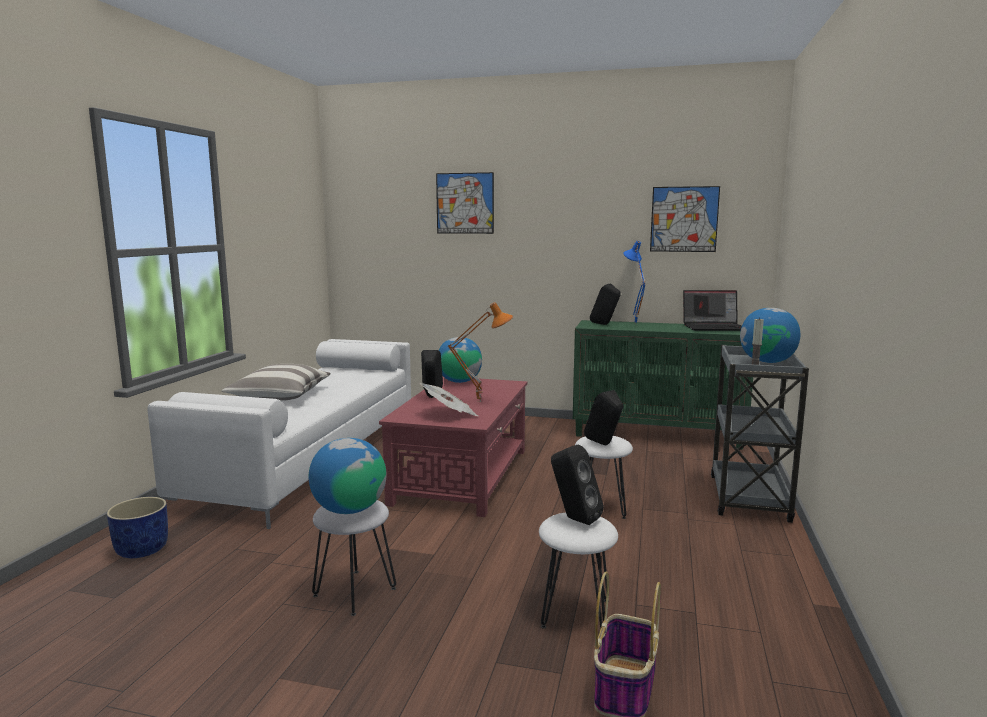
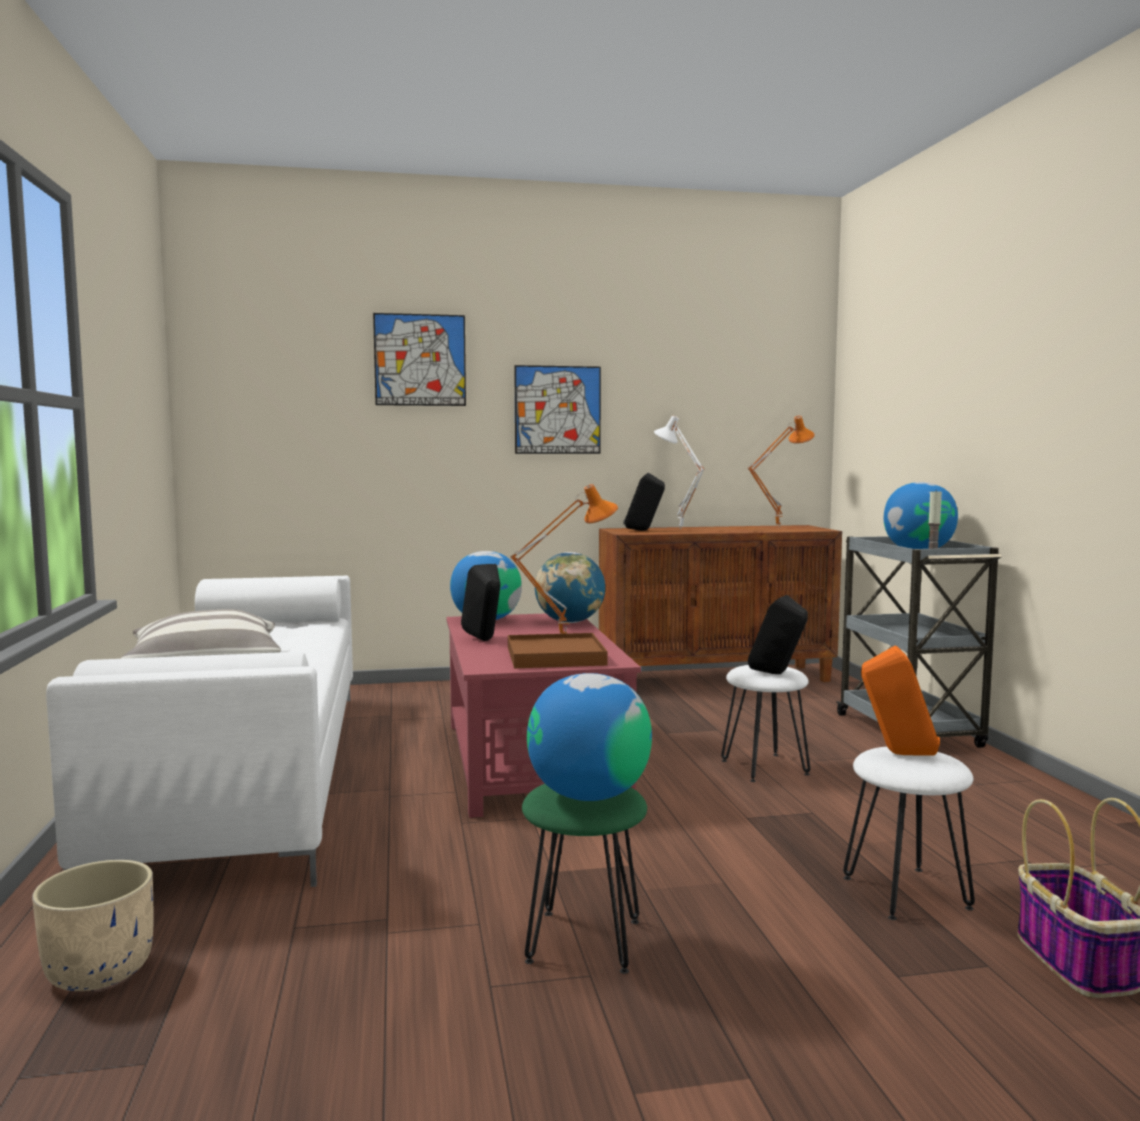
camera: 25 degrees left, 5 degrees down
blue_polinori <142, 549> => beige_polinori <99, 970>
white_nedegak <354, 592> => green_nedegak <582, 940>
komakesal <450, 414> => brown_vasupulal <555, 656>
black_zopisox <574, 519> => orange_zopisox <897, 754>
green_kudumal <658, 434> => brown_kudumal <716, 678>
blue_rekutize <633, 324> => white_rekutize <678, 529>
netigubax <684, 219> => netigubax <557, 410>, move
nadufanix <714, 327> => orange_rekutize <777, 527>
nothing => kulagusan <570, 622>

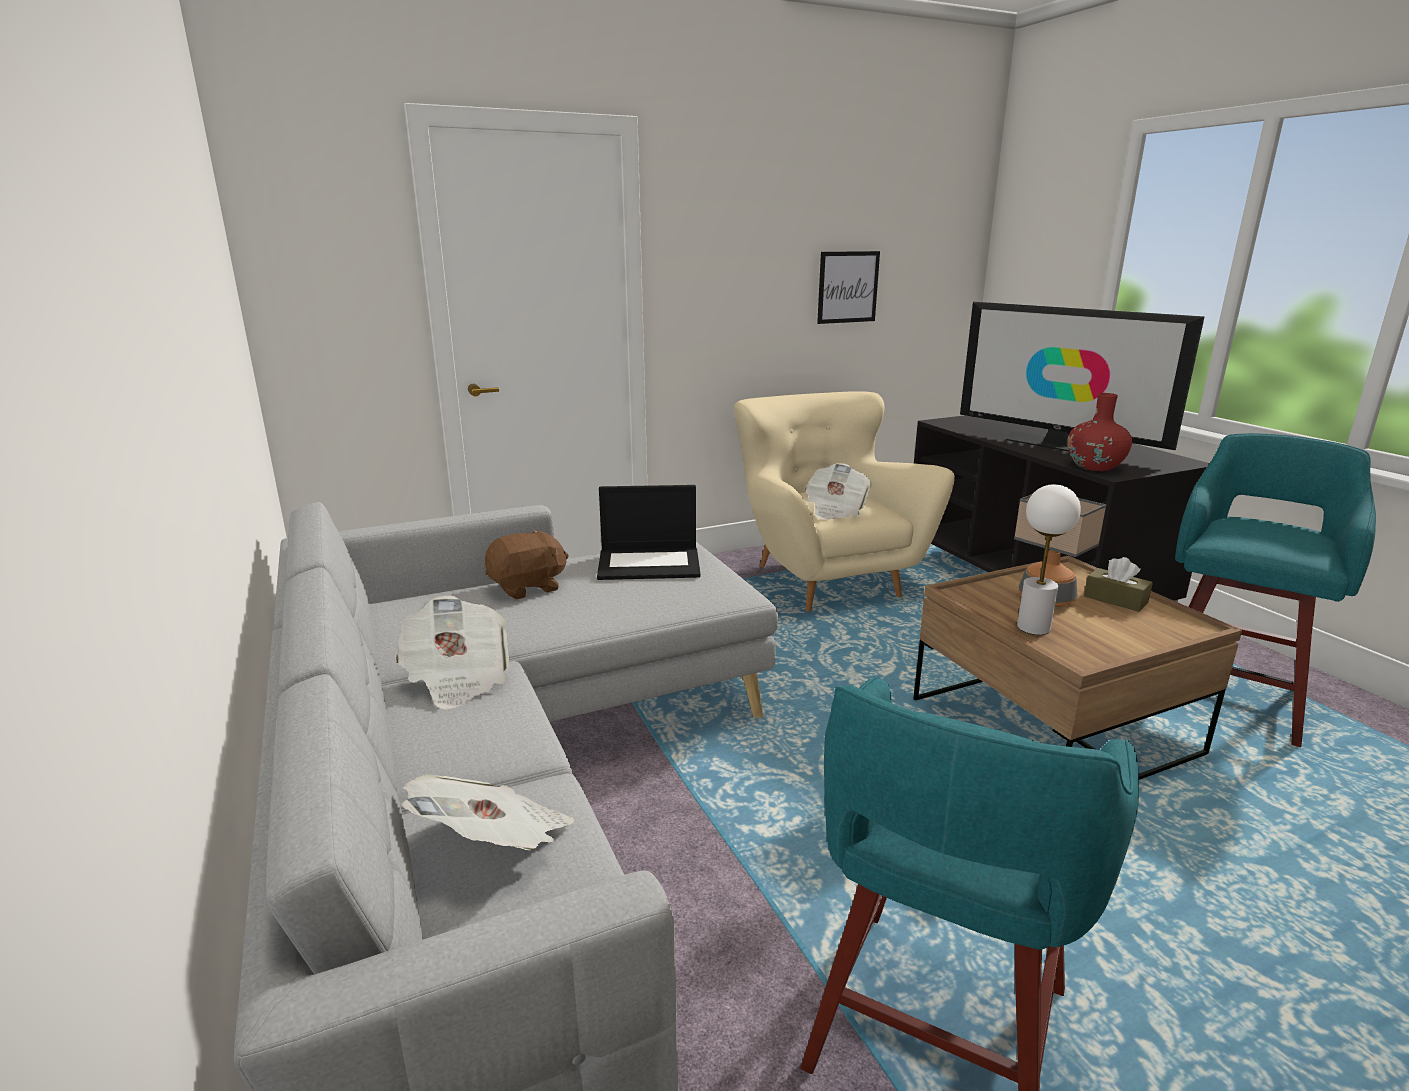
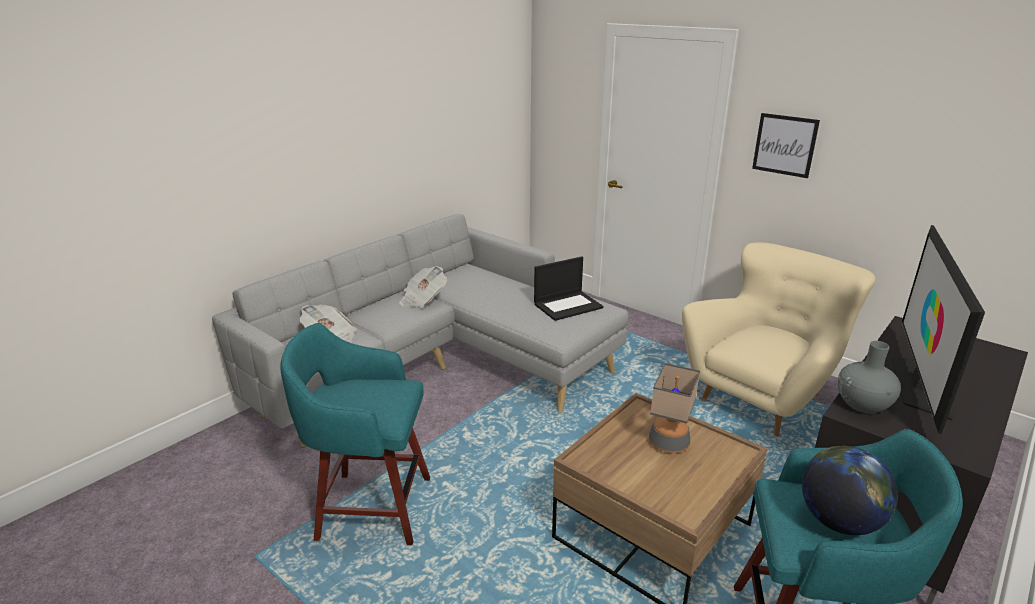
camera: 65 degrees right, 5 degrees up
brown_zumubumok <528, 587> => nothing
nadufanix <650, 564> => nadufanix <568, 305>, 90 degrees counterclockwise
komakesal <835, 509> => nothing
netigubax <848, 287> => netigubax <784, 145>, move
white_rekutize <1034, 627> => nothing
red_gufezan <1094, 466> => grey_gufezan <862, 404>
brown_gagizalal <1115, 599> => nothing
nothing => kulagusan <839, 522>

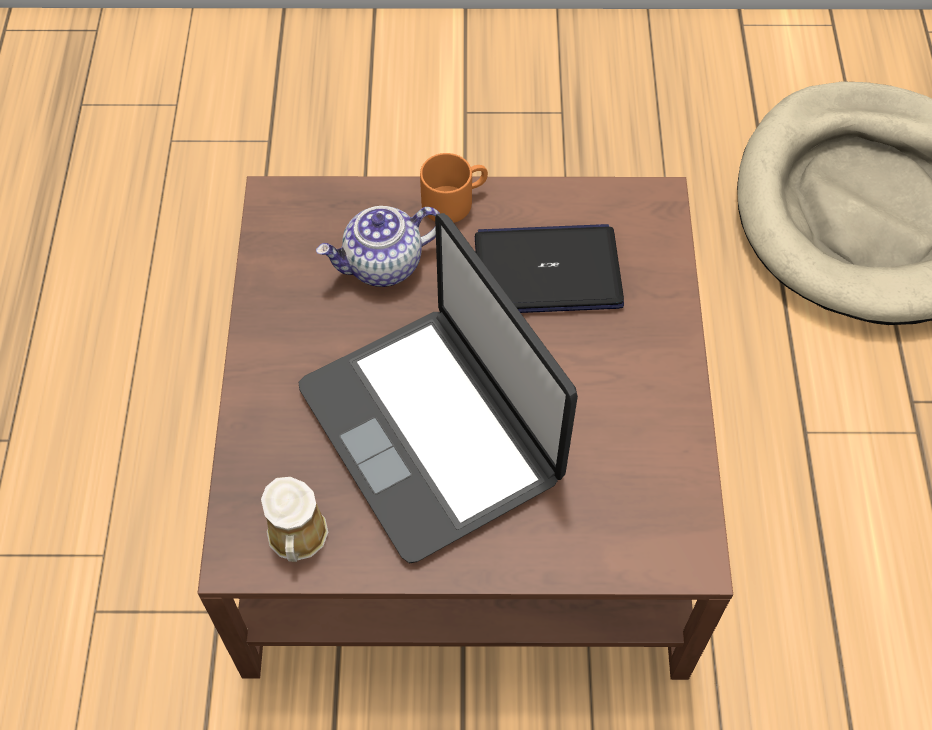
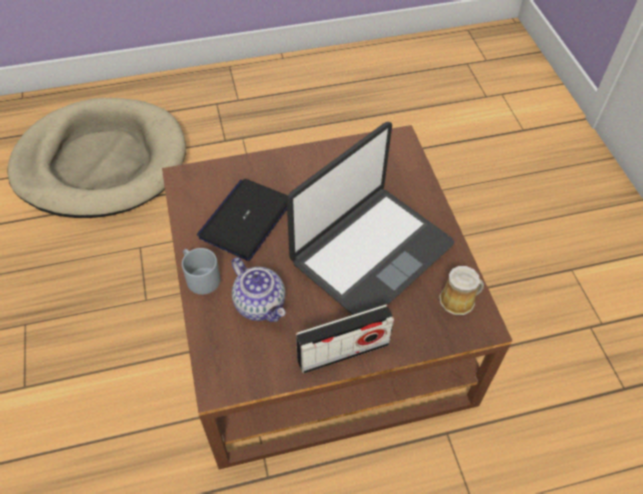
camera: 105 degrees left, 5 degrees down
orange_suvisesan <454, 200> => grey_suvisesan <199, 276>
nadufanix <548, 271> => nadufanix <246, 219>, 45 degrees clockwise
nothing => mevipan <343, 351>

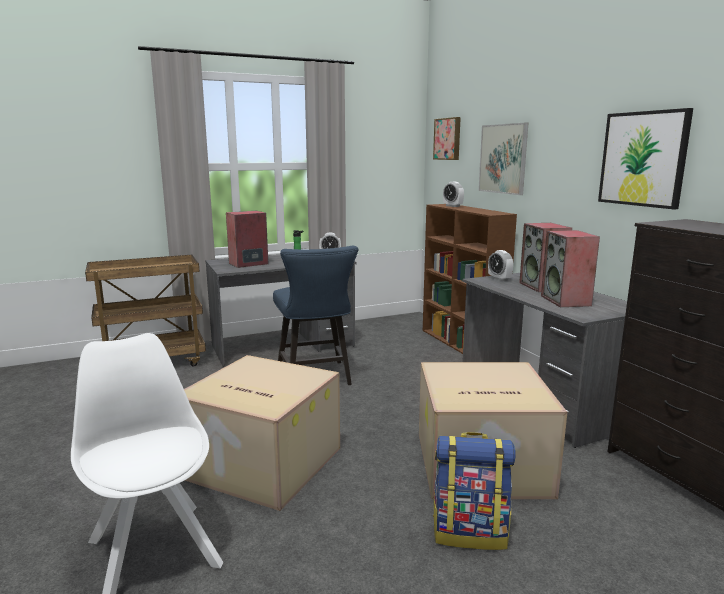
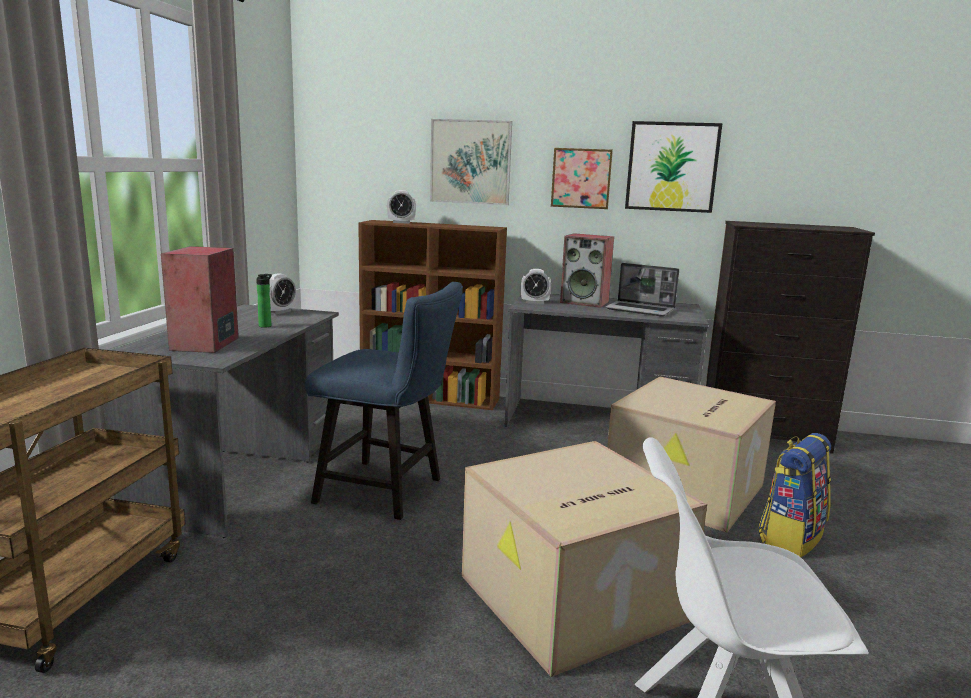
camera: 55 degrees left, 0 degrees up
netigubax <448, 139> => netigubax <581, 178>, move
zopisox <566, 301> => nadufanix <641, 310>

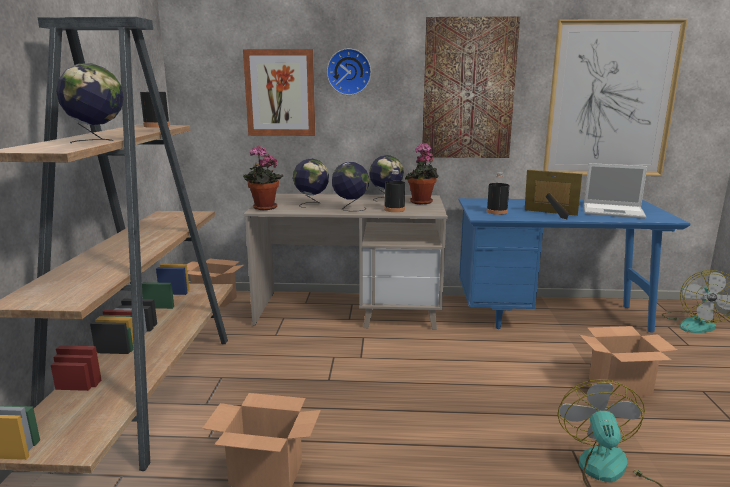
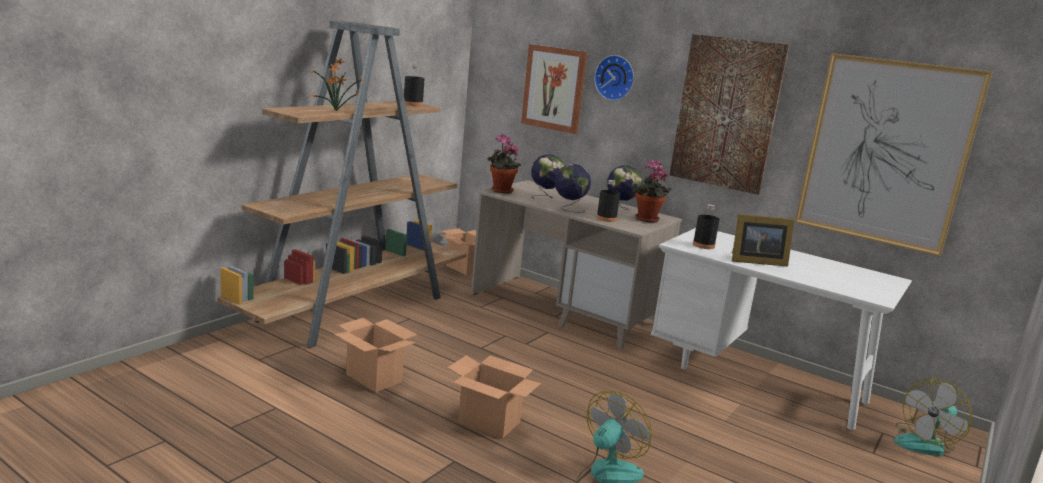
camera: 30 degrees right, 0 degrees up
kulagusan <98, 141> => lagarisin <337, 111>
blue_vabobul <551, 316> => white_vabobul <758, 380>
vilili <551, 214> => vilili <755, 261>, 120 degrees clockwise
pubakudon <620, 386> => pubakudon <490, 422>, move
nadufanix <614, 211> => nothing

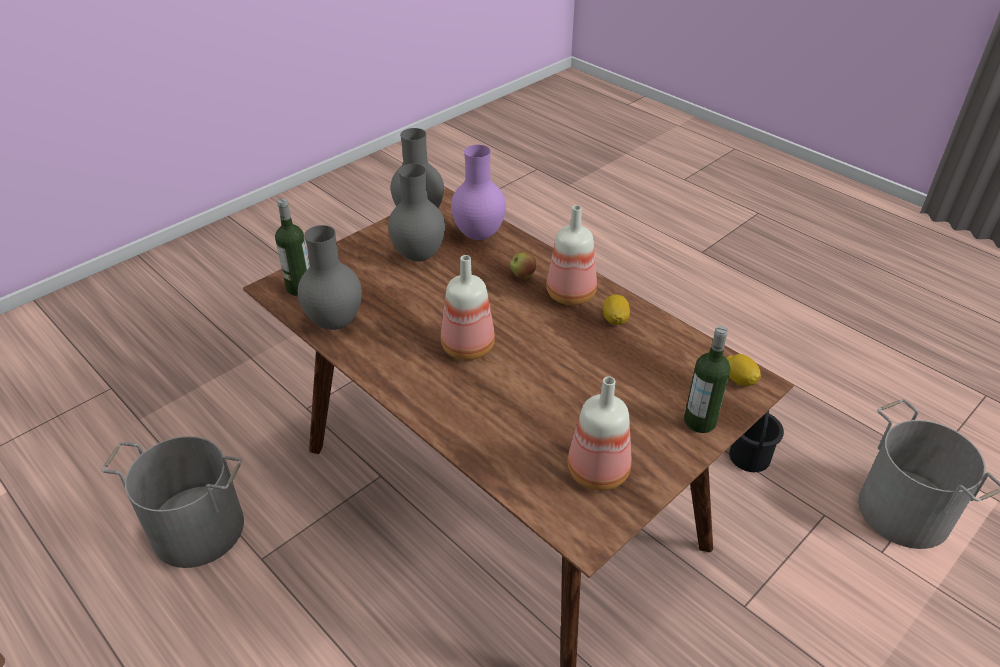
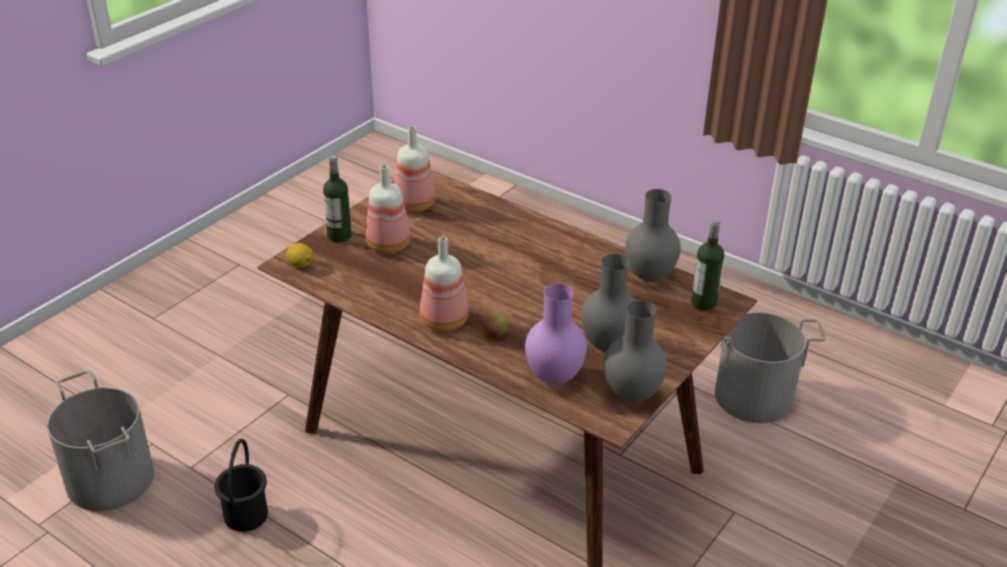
camera: 170 degrees right, 5 degrees down
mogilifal <468, 348> => mogilifal <388, 244>, move
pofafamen <615, 319> => nothing

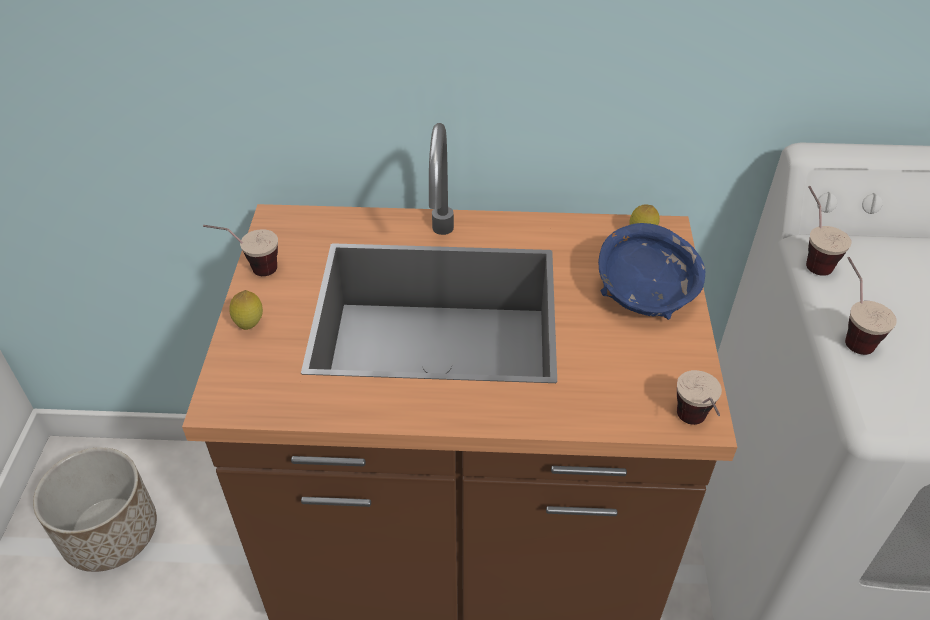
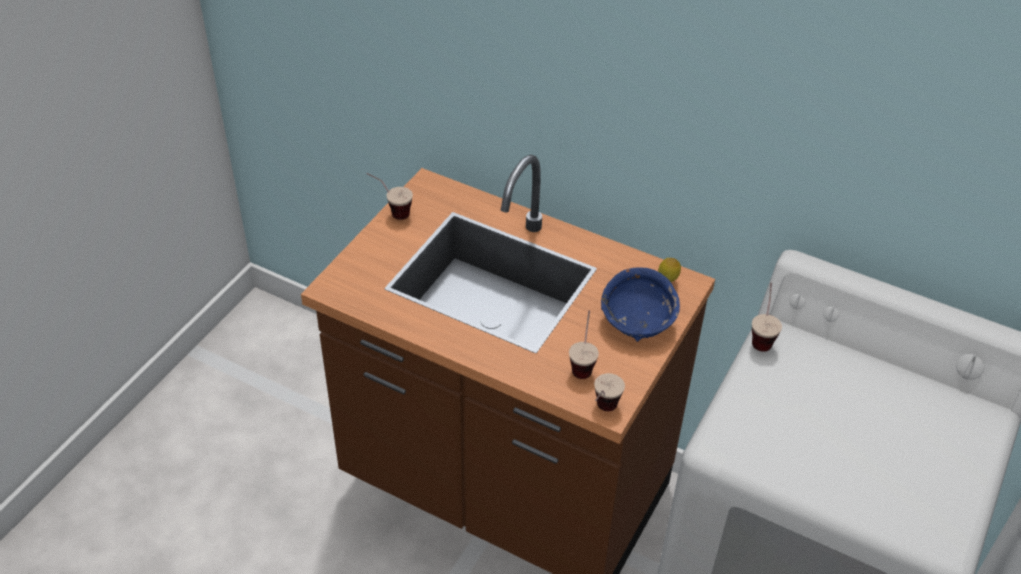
camera: 25 degrees right, 0 degrees up
polinori <109, 532> => nothing
pofafamen <250, 325> => nothing
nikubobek <849, 332> => nikubobek <583, 362>, move

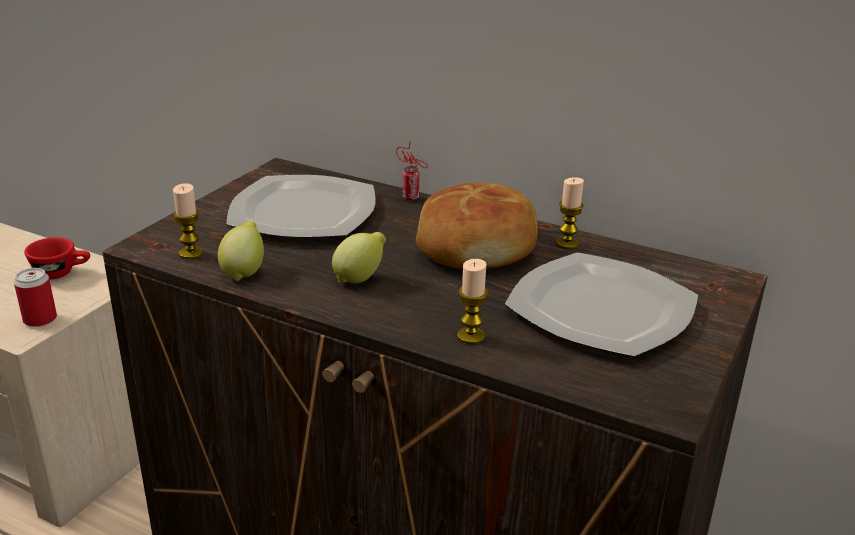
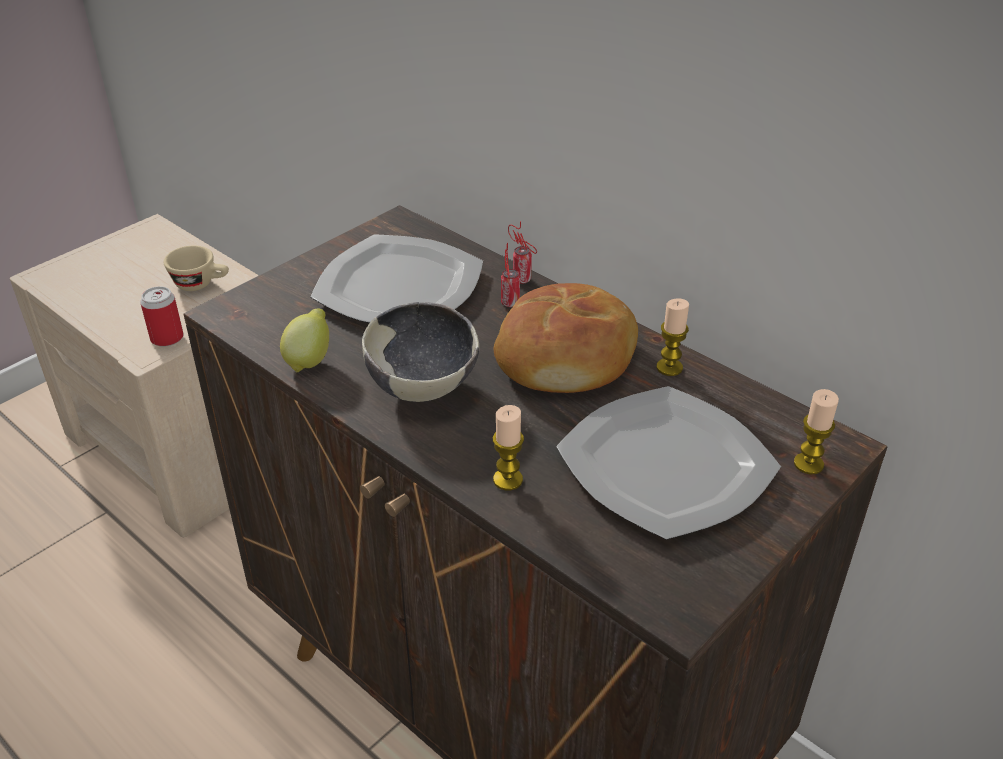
camera: 15 degrees right, 10 degrees up
red_nikubobek <62, 273> => beige_nikubobek <201, 284>
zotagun <191, 253> => zotagun <808, 464>, move
pofafamen <360, 279> => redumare <423, 386>
nothing => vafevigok <510, 305>

